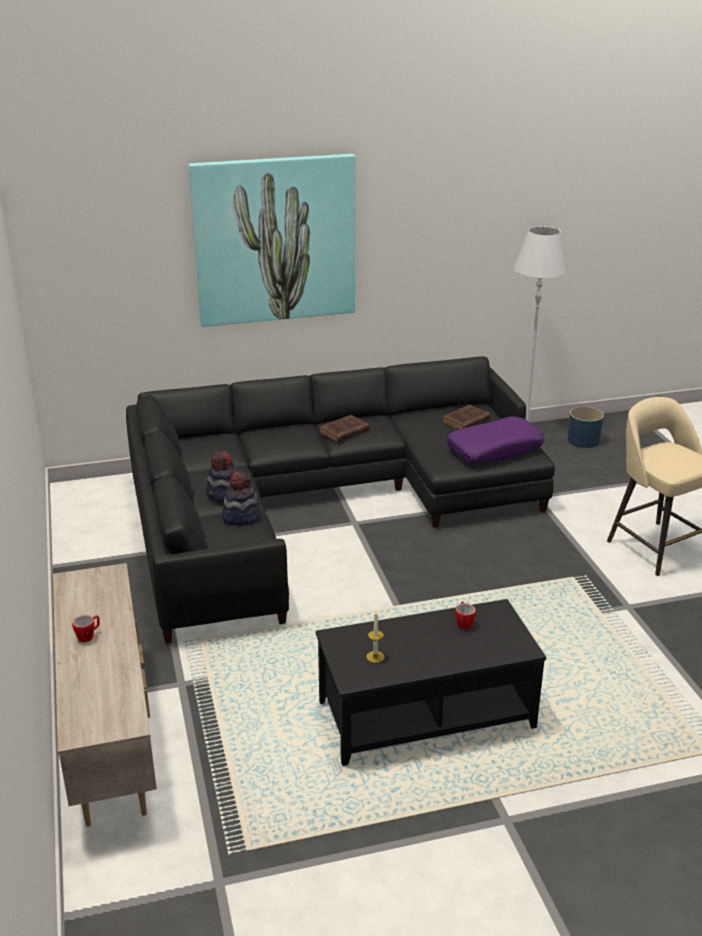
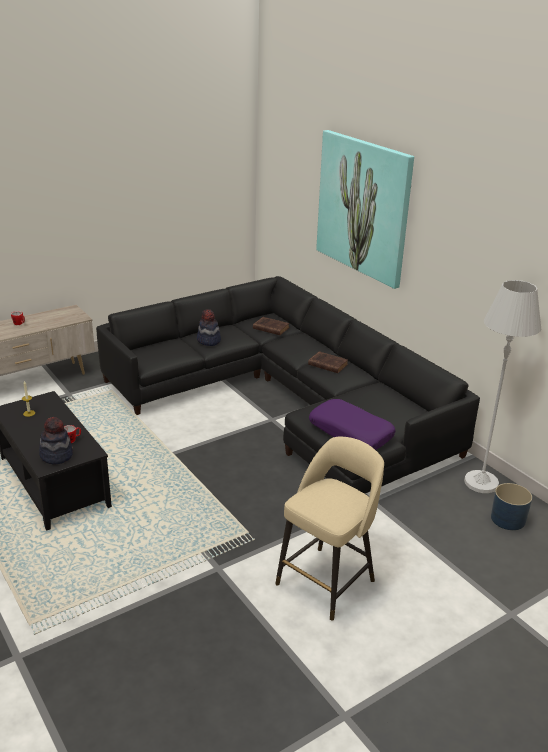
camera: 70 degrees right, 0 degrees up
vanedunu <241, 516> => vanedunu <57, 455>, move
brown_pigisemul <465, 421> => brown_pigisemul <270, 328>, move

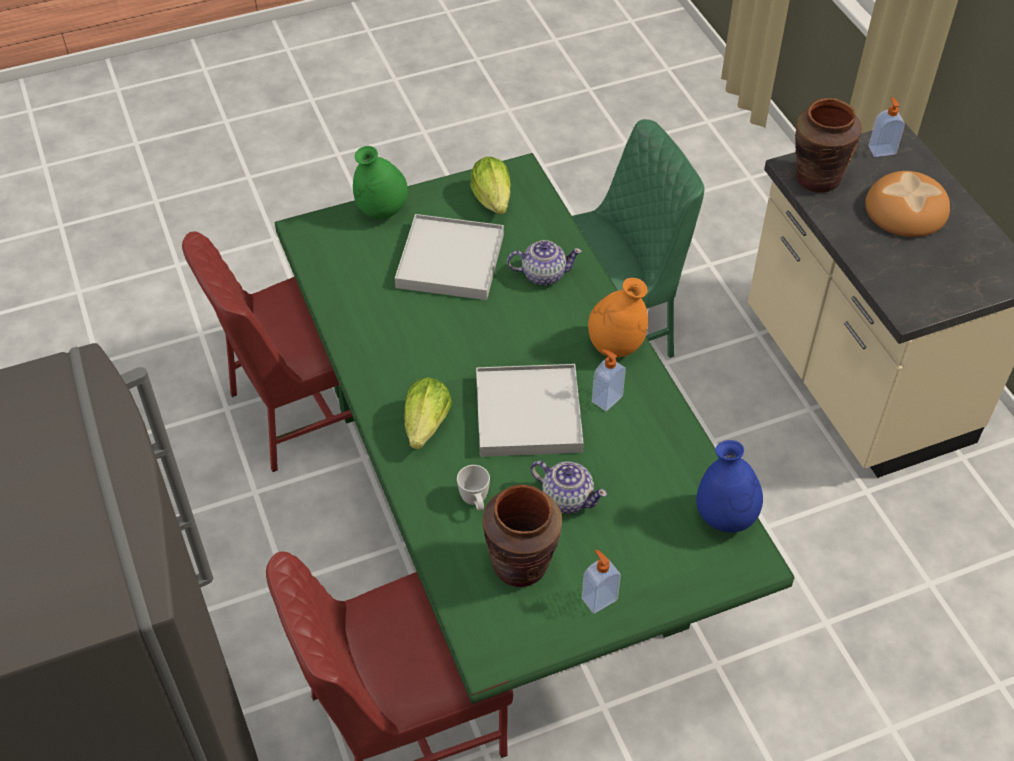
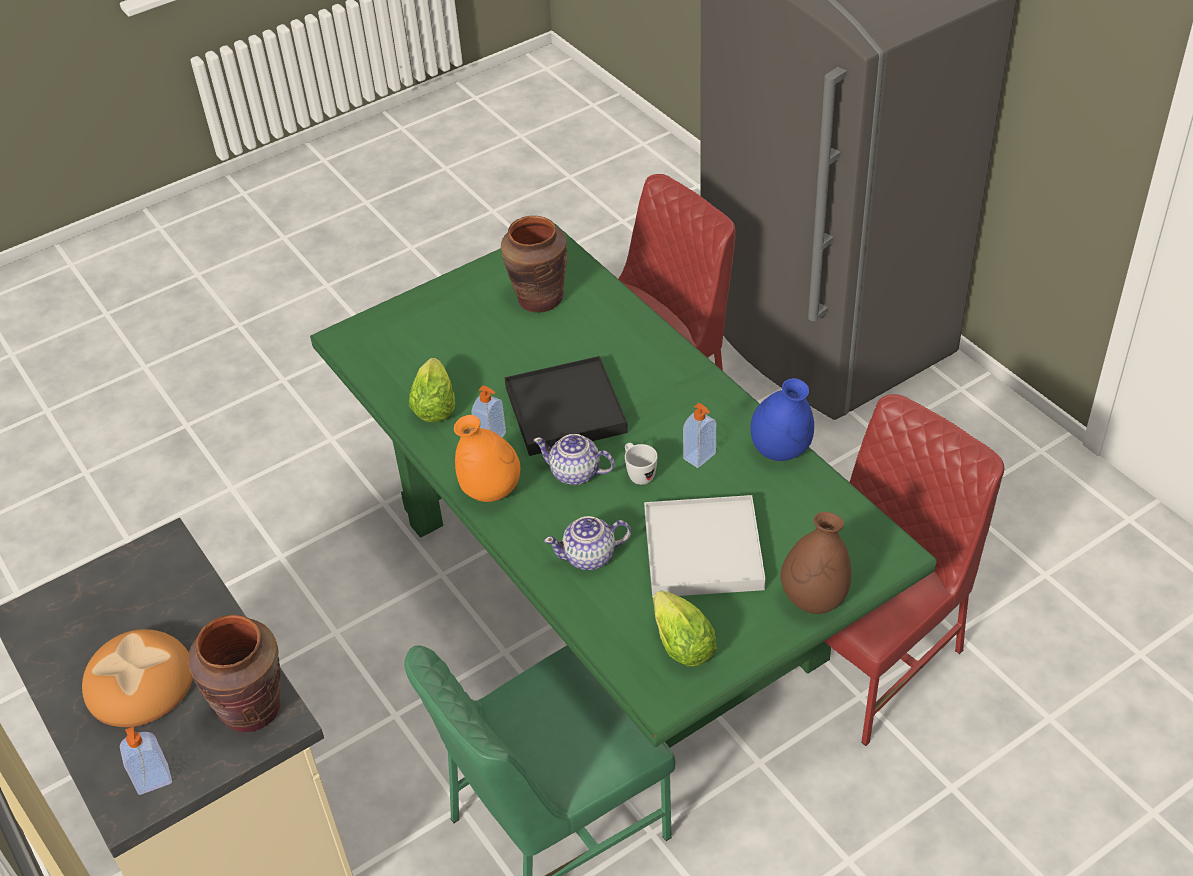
camera: 170 degrees right, 5 degrees down
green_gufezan <382, 211> => brown_gufezan <814, 598>
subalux <427, 425> => subalux <434, 407>, move
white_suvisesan <475, 502> => white_suvisesan <638, 474>, move
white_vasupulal <528, 414> => black_vasupulal <566, 410>
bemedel <567, 497> => bemedel <575, 473>, move
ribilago <598, 598> => ribilago <700, 457>, move
blue_gufezan <725, 517> => blue_gufezan <780, 451>, move

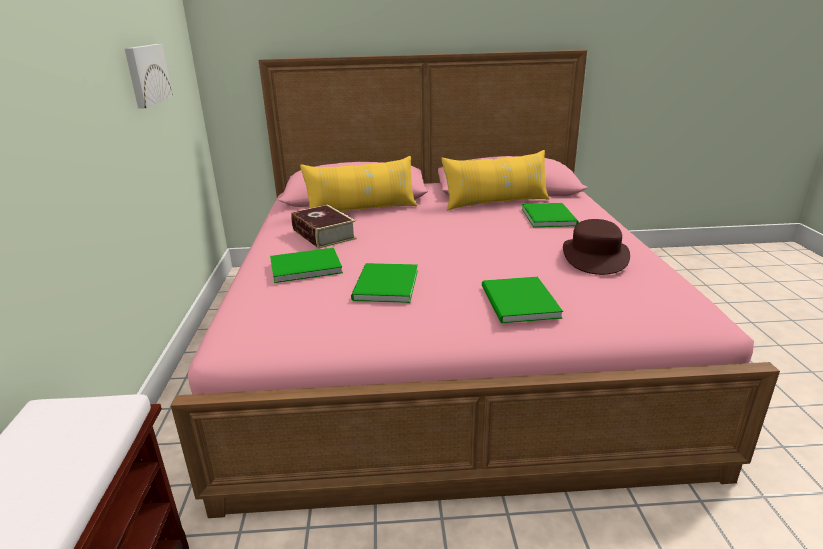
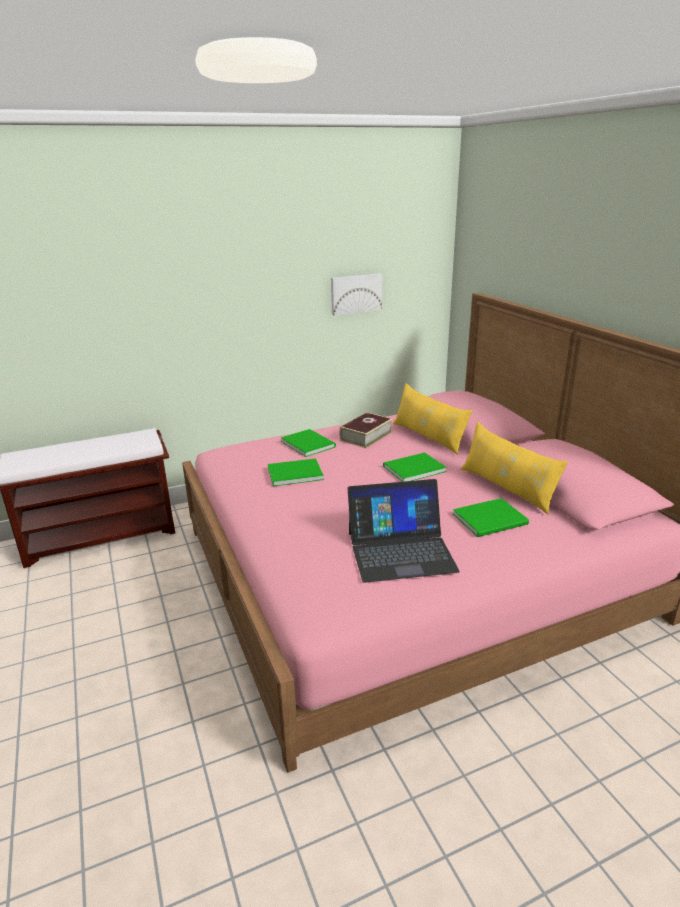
camera: 70 degrees right, 0 degrees up
green_pigisemul <518, 303> => green_pigisemul <412, 469>, move
brown_vanedunu <594, 256> => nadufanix <400, 551>

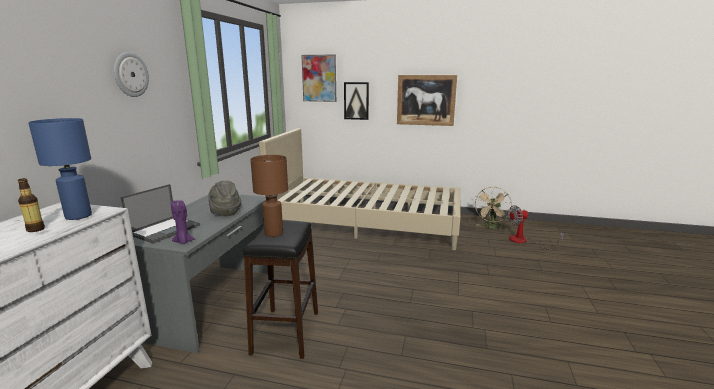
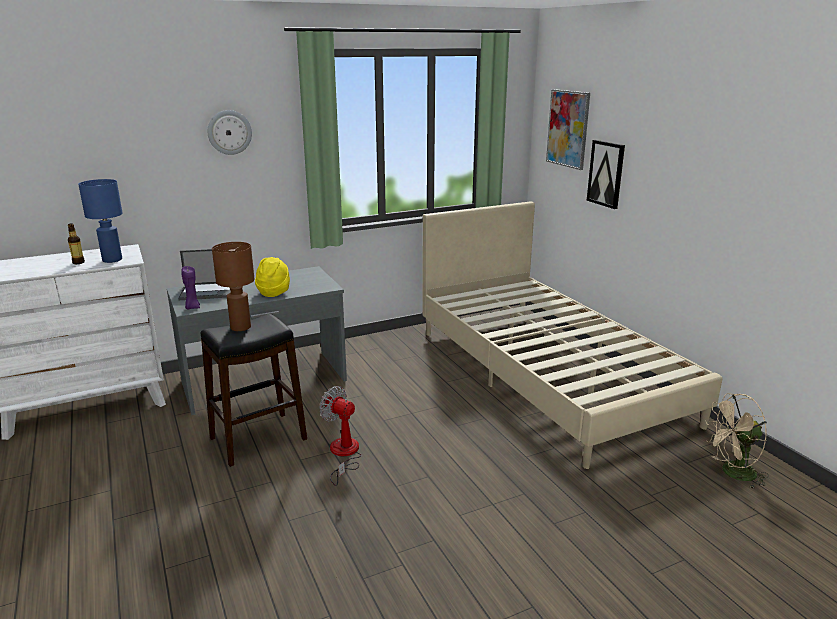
camera: 50 degrees right, 5 degrees up
grey_vanedunu <225, 212> => yellow_vanedunu <274, 292>
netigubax <426, 100> => nothing
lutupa <524, 241> => lutupa <343, 454>, move

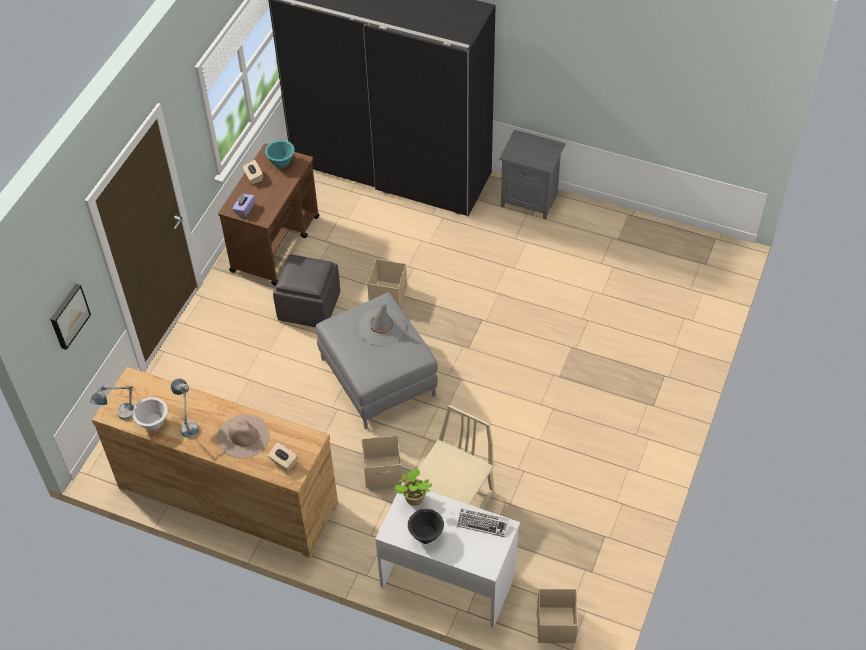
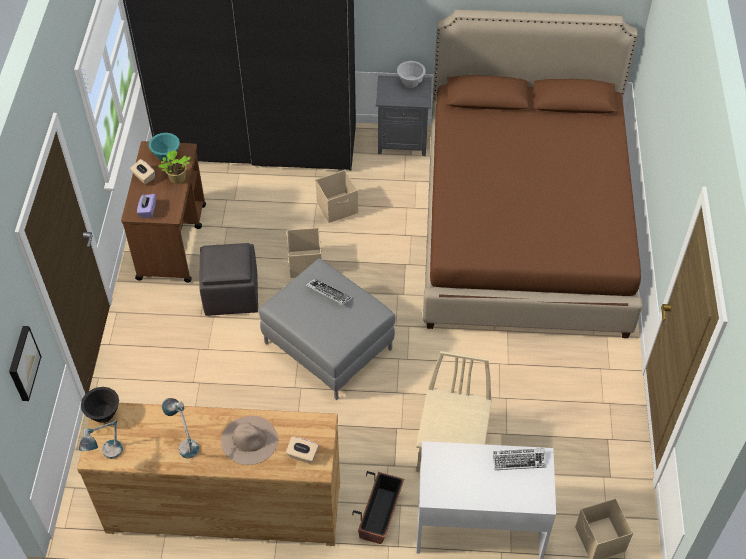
camera: 20 degrees left, 0 degrees up
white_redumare <153, 423> => white_redumare <410, 83>, move
grey_vanedunu <382, 327> => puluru <329, 294>
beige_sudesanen <383, 472> => beige_sudesanen <338, 207>, move
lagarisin <413, 499> => lagarisin <177, 179>, move
black_redumare <425, 535> => black_redumare <103, 414>, move
nothing => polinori <380, 515>
nothing => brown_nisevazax <523, 226>

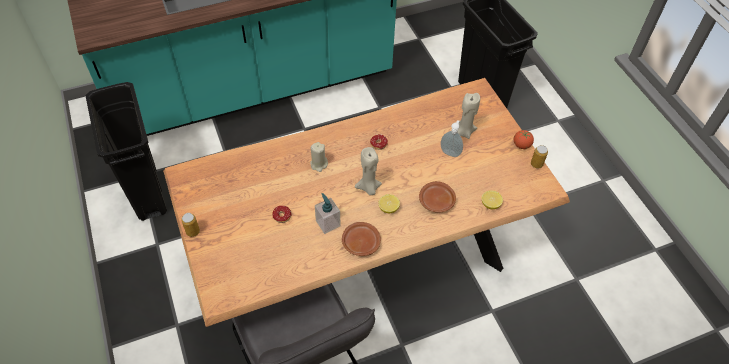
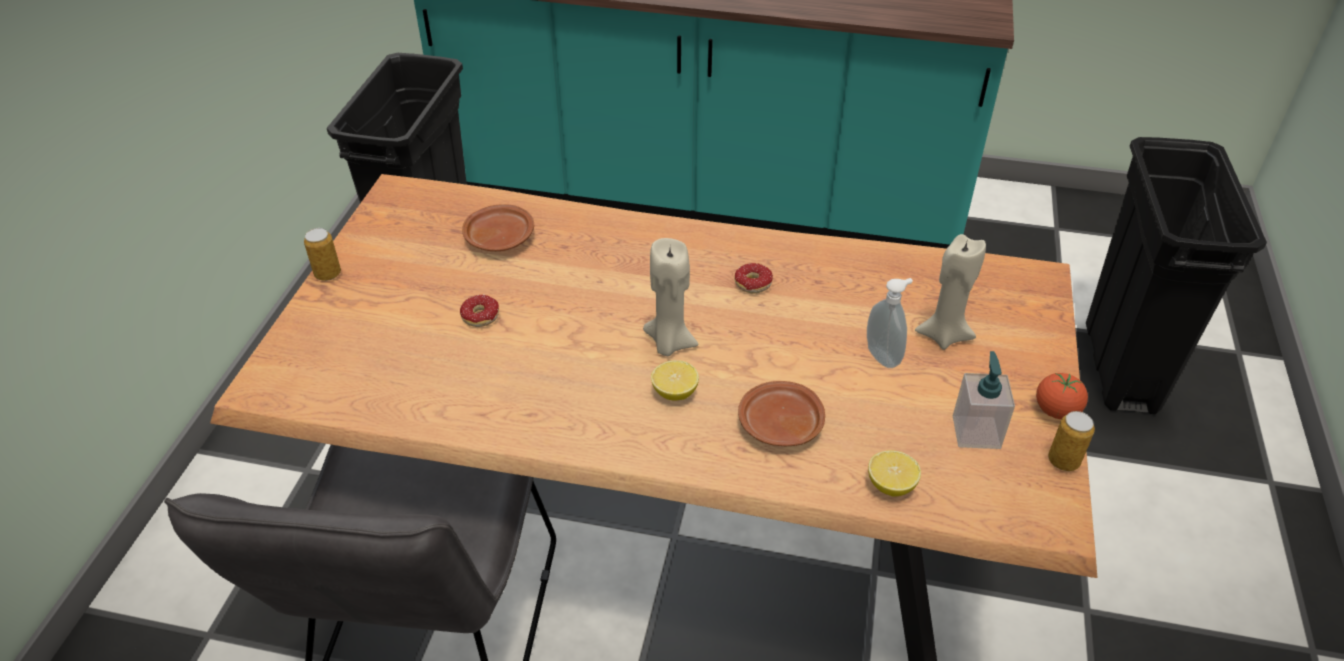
camera: 35 degrees right, 10 degrees down
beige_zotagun <319, 164> => nothing
ribilago <328, 223> => ribilago <976, 432>, move
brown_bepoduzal <360, 242> => brown_bepoduzal <500, 238>, move

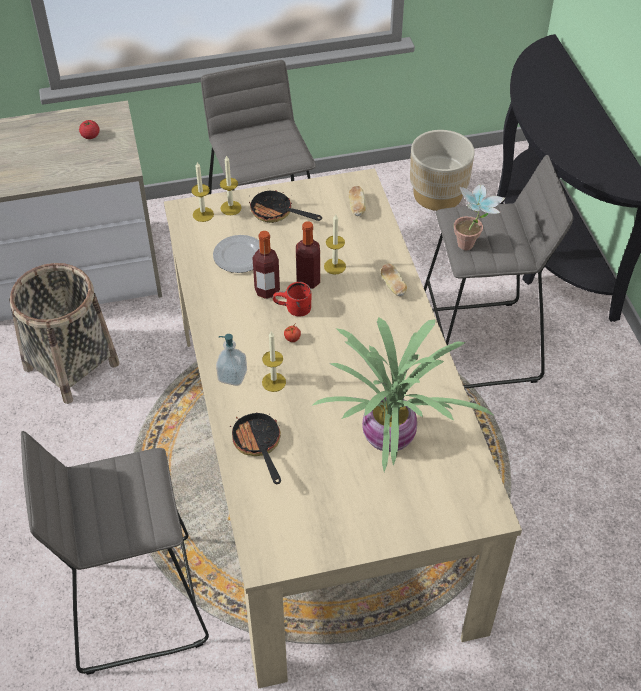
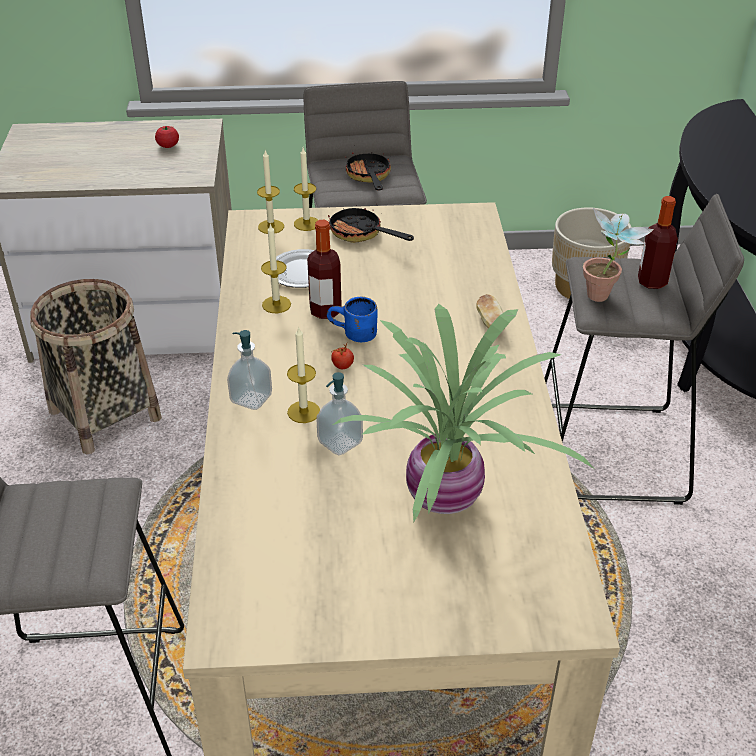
camera: 10 degrees right, 10 degrees down
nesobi <258, 445> => nesobi <369, 177>, move
red_suvisesan <293, 310> => blue_suvisesan <353, 335>
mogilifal <308, 281> => mogilifal <652, 282>, move
zotagun <335, 266> => zotagun <276, 304>, move
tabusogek <357, 207> => nothing
nothing => ribilago <340, 442>

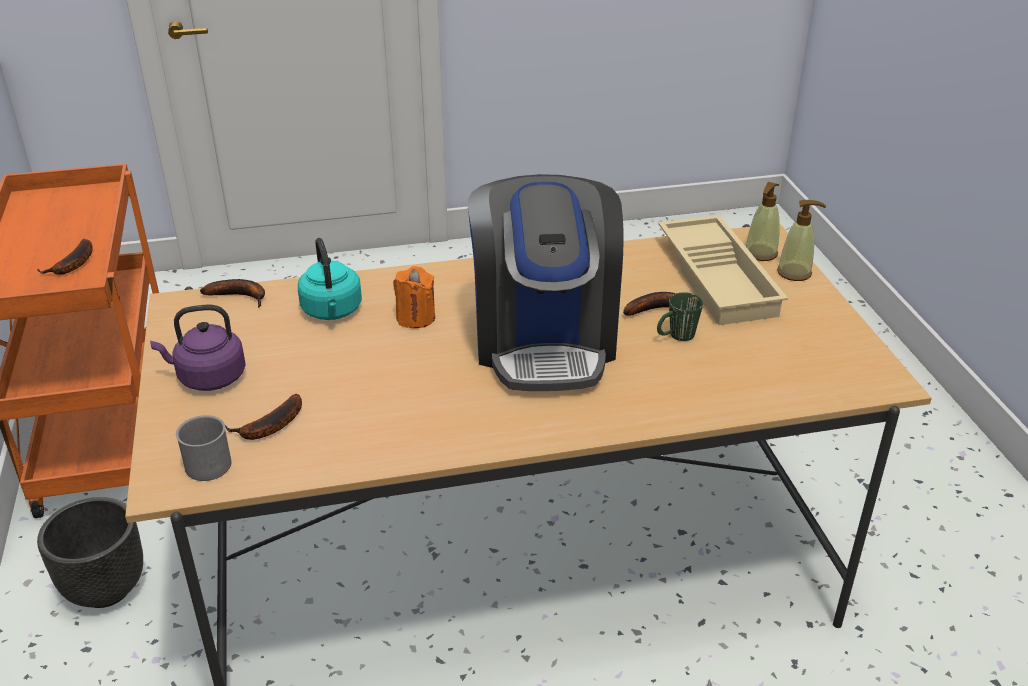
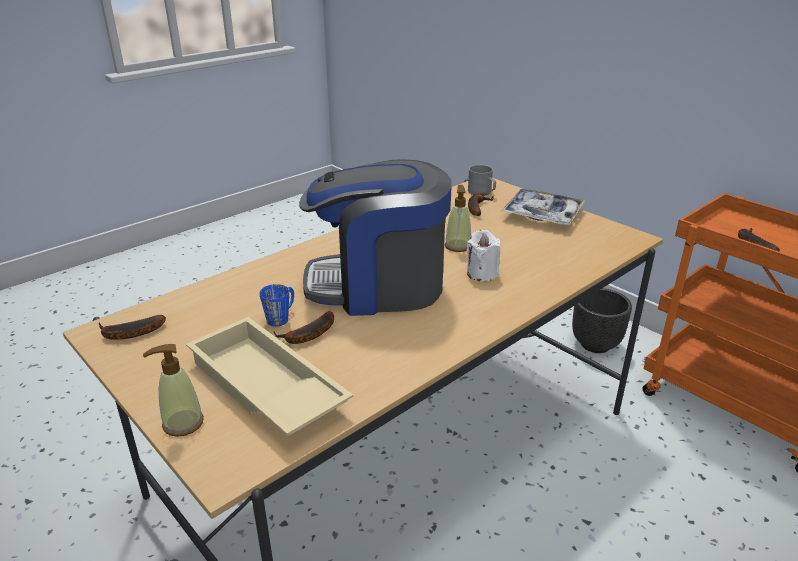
camera: 150 degrees right, 5 degrees down
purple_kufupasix <208, 378> => vasupulal <542, 215>
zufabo <241, 296> => zufabo <129, 334>, move
turquoise_kufupasix <332, 311> => nothing
orange_zotagun <415, 318> => white_zotagun <482, 273>
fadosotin <544, 340> => fadosotin <378, 286>, 60 degrees counterclockwise
green_suvisesan <675, 337> => blue_suvisesan <281, 317>
ribilago <760, 253> => ribilago <458, 246>, move

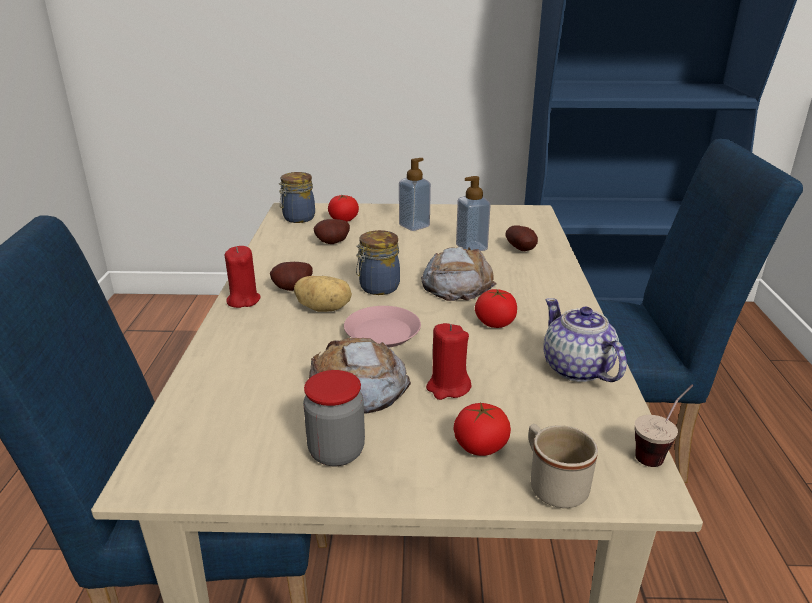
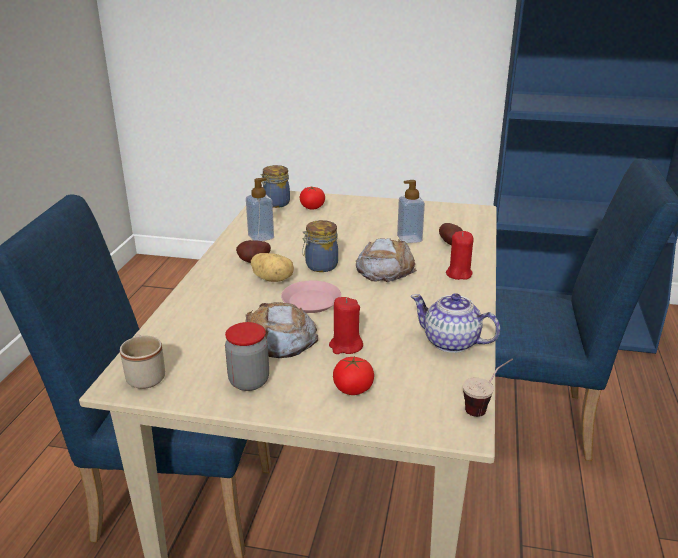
camera: 10 degrees right, 0 degrees up
red_zotagun <243, 300> => red_zotagun <458, 274>, move
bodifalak <333, 243> => nothing
ribilago <414, 226> => ribilago <261, 237>, move
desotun <495, 323> => nothing
beige_suvisesan <552, 484> => beige_suvisesan <145, 375>, move
bemedel <577, 369> => bemedel <451, 343>, 45 degrees counterclockwise

